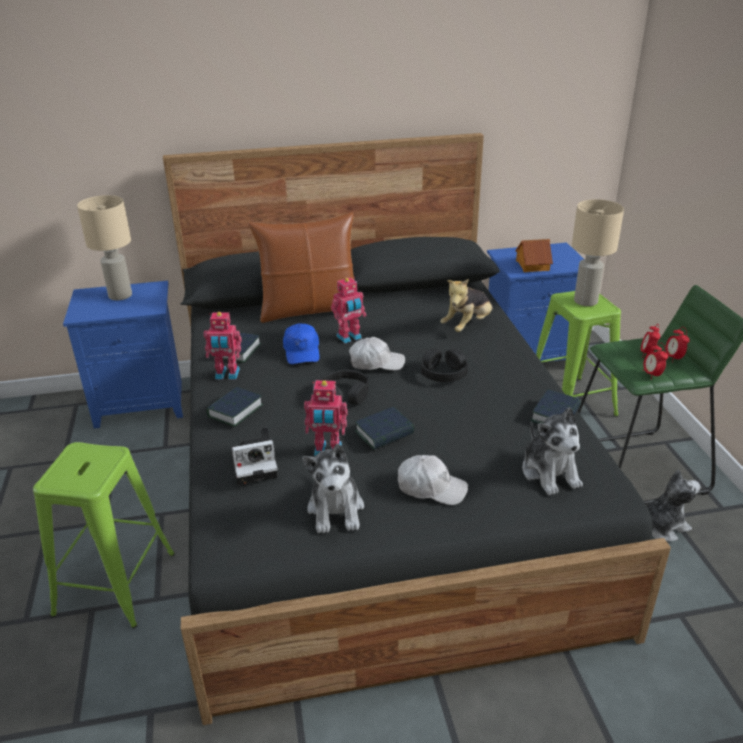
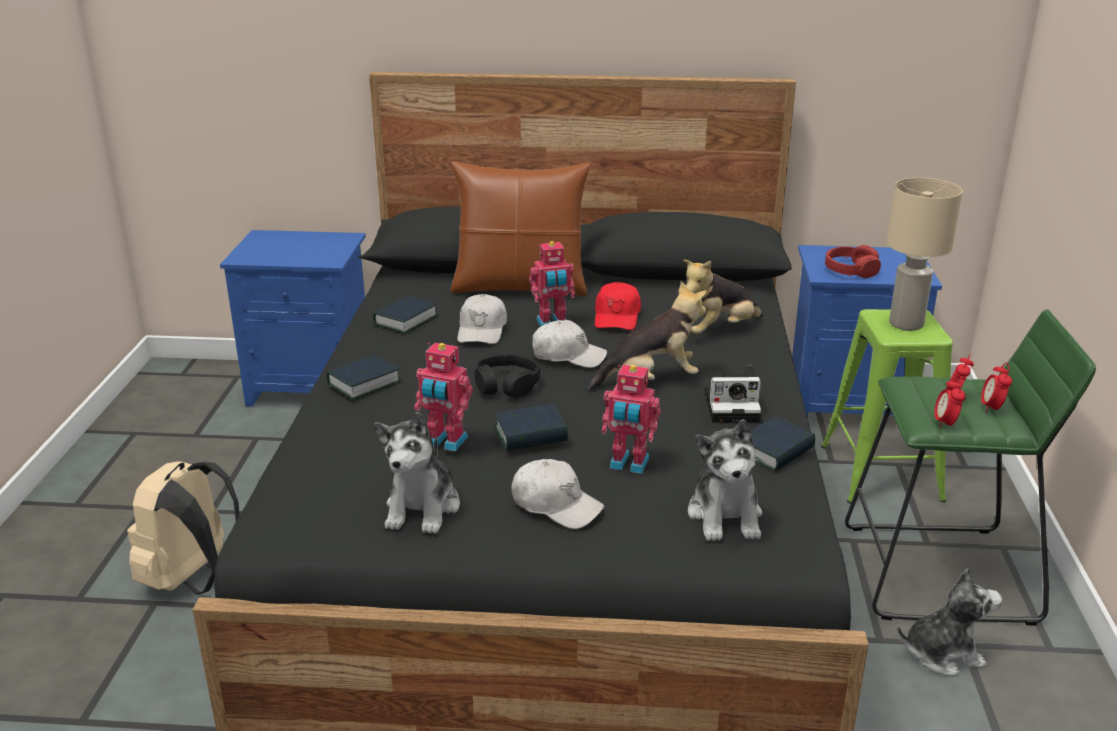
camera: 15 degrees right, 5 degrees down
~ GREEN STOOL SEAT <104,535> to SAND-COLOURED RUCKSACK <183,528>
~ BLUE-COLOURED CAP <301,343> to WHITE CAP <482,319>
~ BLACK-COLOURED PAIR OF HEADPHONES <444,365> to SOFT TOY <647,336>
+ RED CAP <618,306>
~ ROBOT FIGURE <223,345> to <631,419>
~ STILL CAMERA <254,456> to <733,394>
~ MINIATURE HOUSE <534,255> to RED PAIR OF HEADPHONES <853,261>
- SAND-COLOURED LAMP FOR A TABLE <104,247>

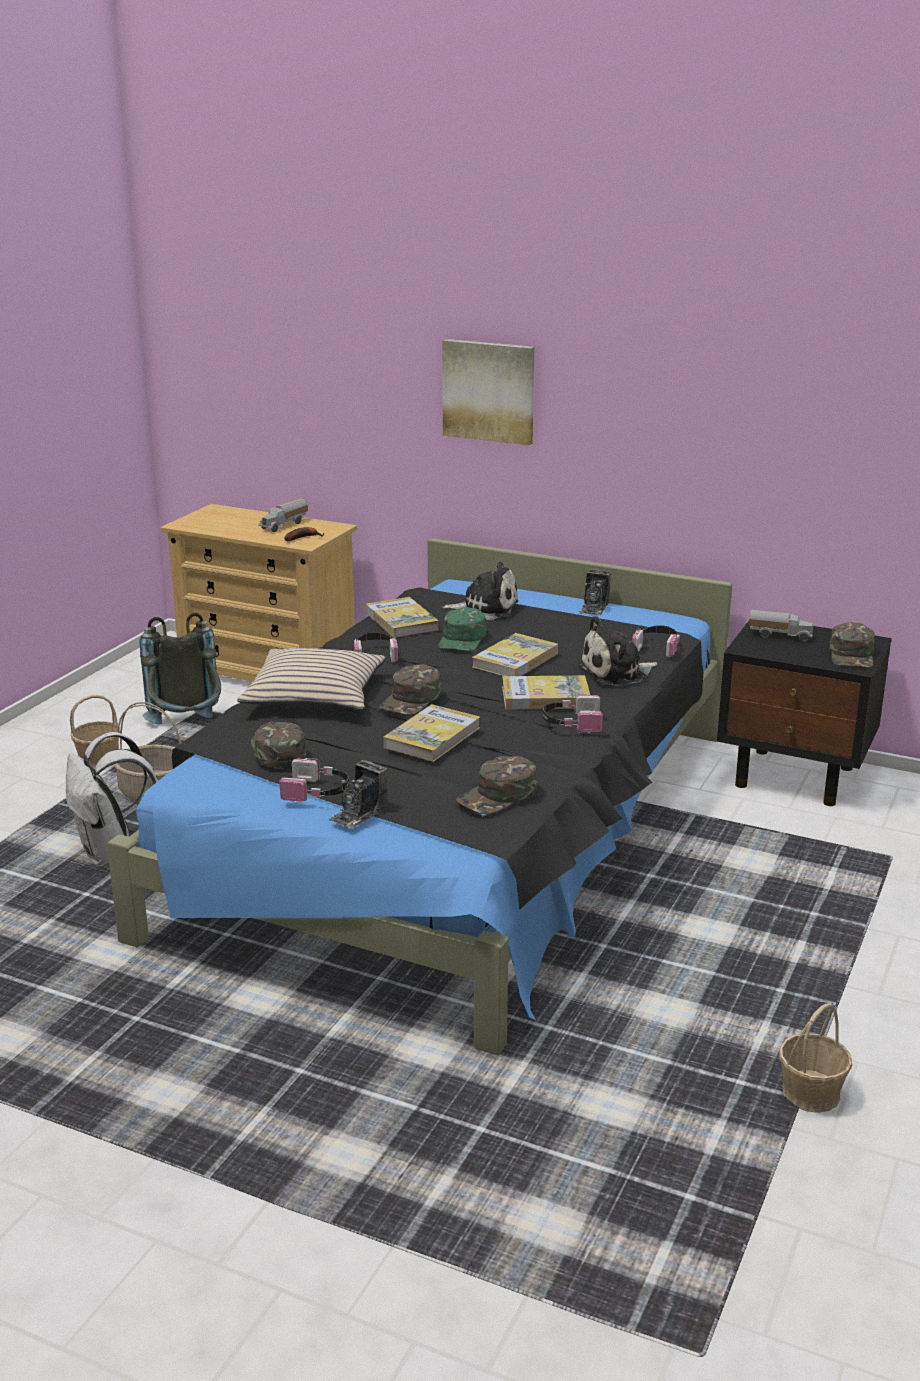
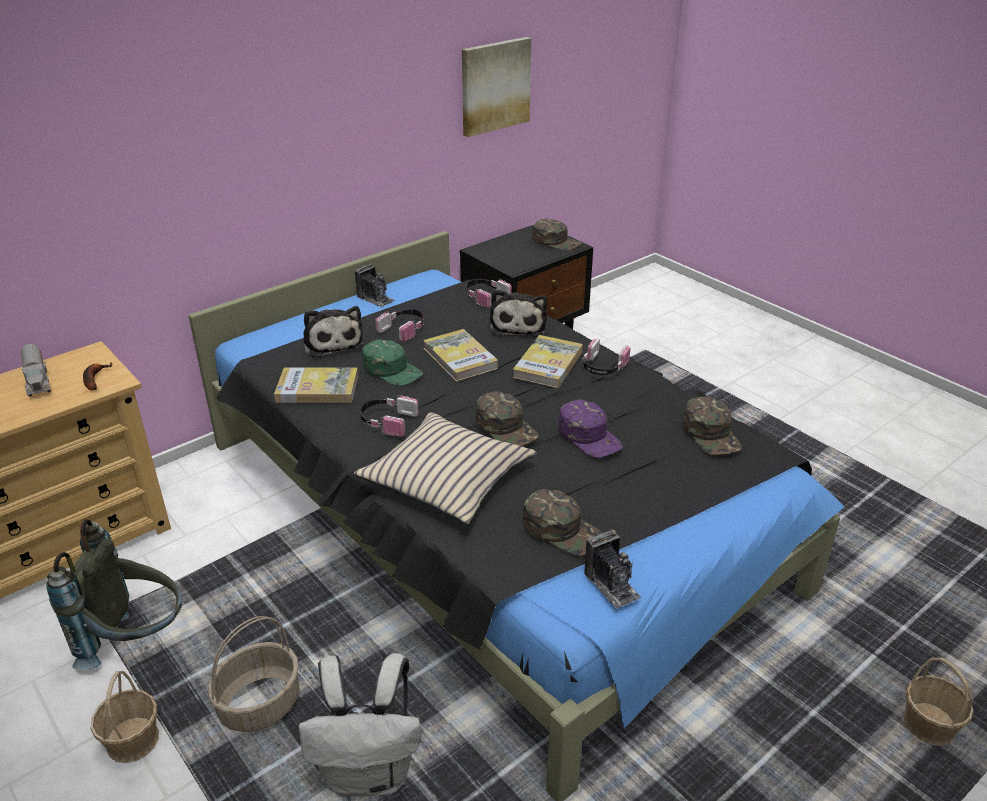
camera: 65 degrees left, 10 degrees up
~ SOFT TOY <480,591> = <333,332> 120 degrees clockwise
~ PAIR OF HEADPHONES <314,780> to <399,325>
~ WALL ART <488,392> to <496,87>
~ GREEN CAP <279,745> = <562,522> 150 degrees counterclockwise
~ VOLUME <432,733> to PURPLE CAP <590,428>
~ STILL CAMERA <358,794> to <612,569>
~ STORAGE BASKET <815,1058> to <938,701>
- MODEL TRUCK <781,626>

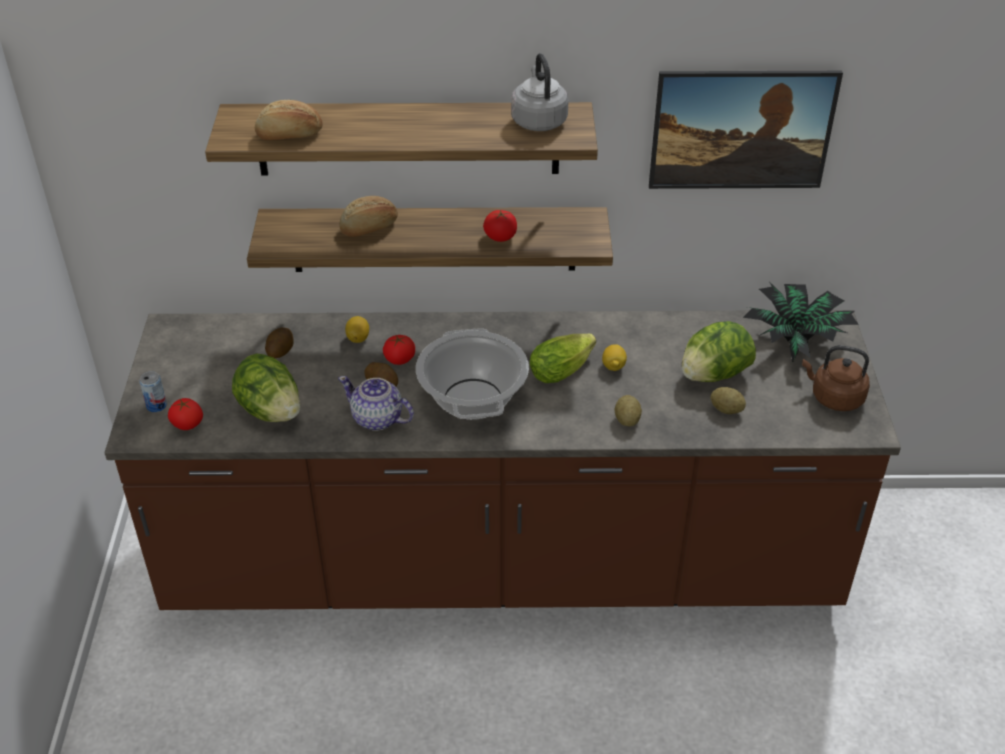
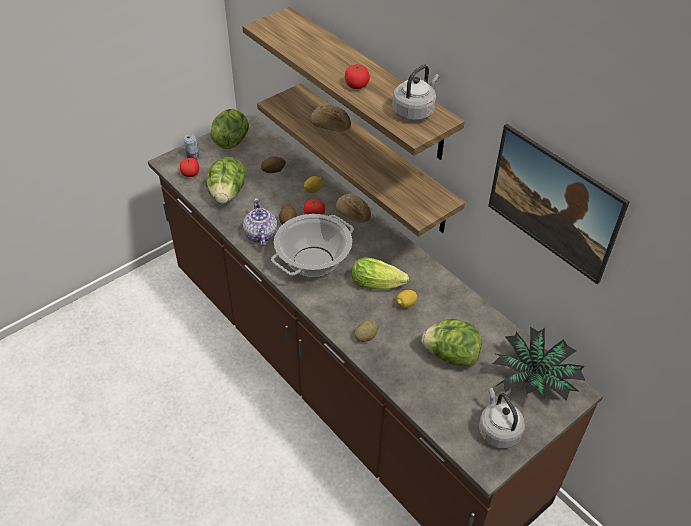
camera: 50 degrees right, 5 degrees up
+ LETTUCE HEAD <229,129>
~ BREAD <289,120> to <353,208>
~ WHOLE TOMATO <500,226> to <357,76>
~ BROWN-COLOURED TEA KETTLE <836,378> to GREYISH TEA KETTLE <502,418>
- SPUD <728,400>

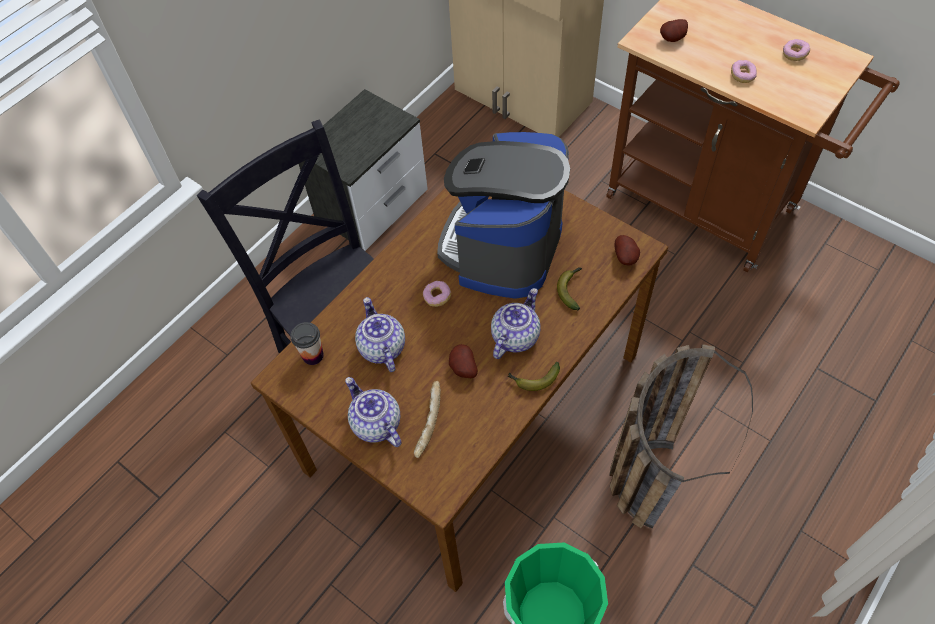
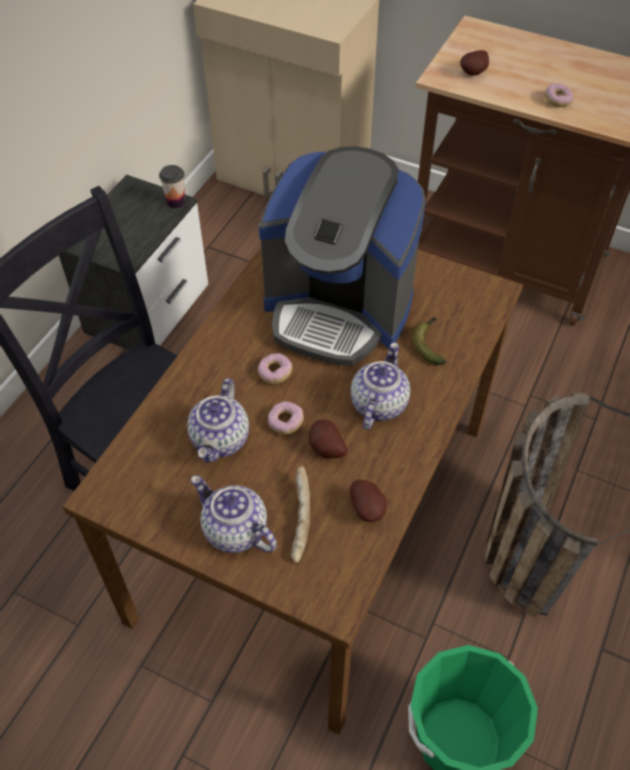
camera: 15 degrees left, 5 degrees down
~ SMALL CUP <307,343> to <172,186>
~ TEAPOT <380,334> = <218,420> 135 degrees counterclockwise
~ COFFEE BREWER <503,215> = <342,256> 75 degrees counterclockwise
~ DOUGHNUT <796,50> to <286,418>
~ SPUD <627,250> to <368,501>
- BANANA <534,376>

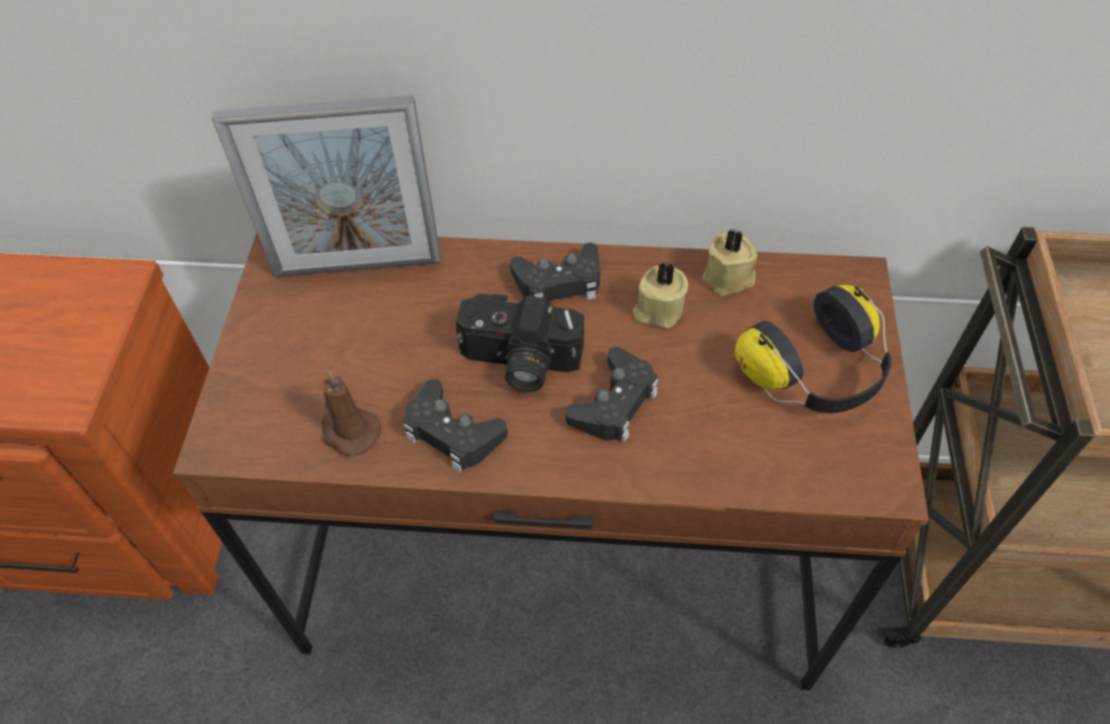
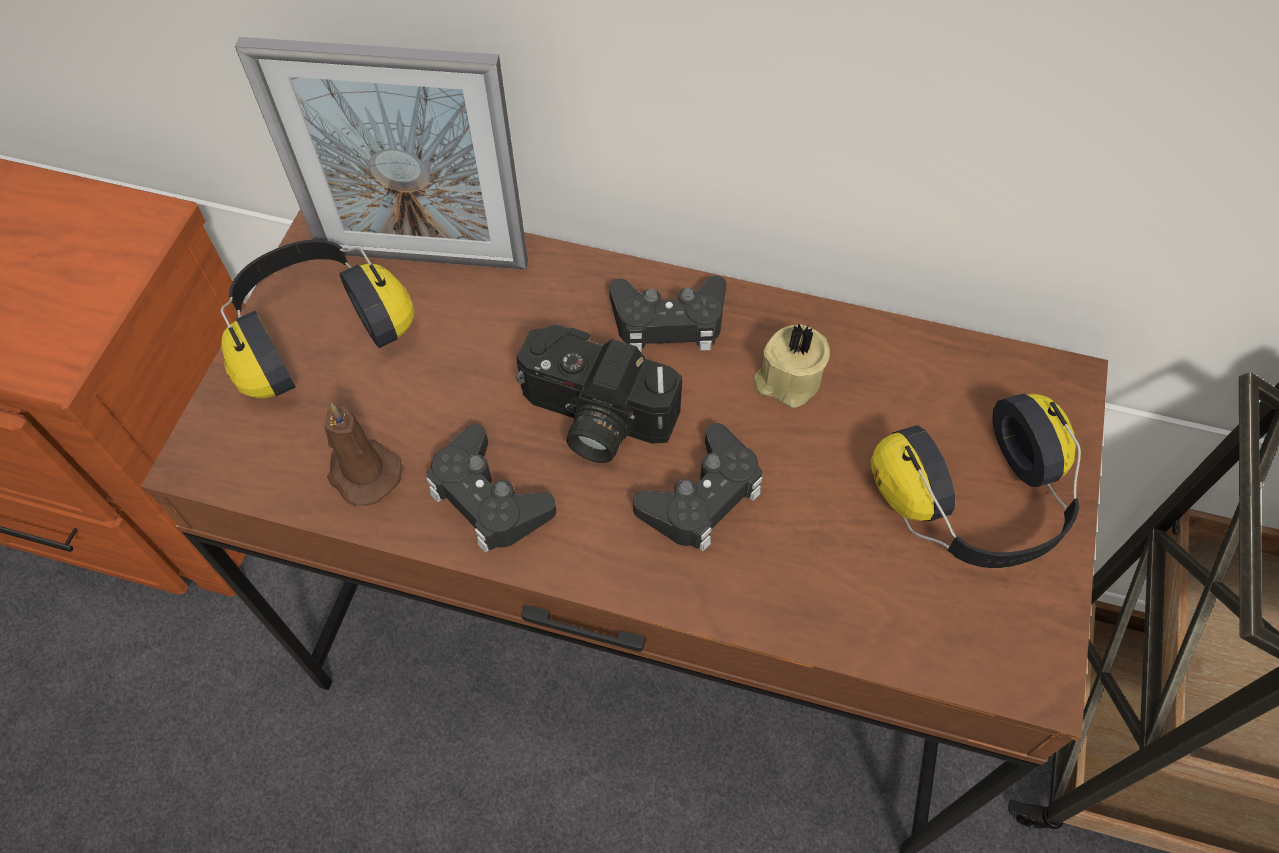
camera: 10 degrees right, 5 degrees up
+ PAIR OF HEADPHONES <318,319>
- SAND-COLOURED CANDLE <730,262>

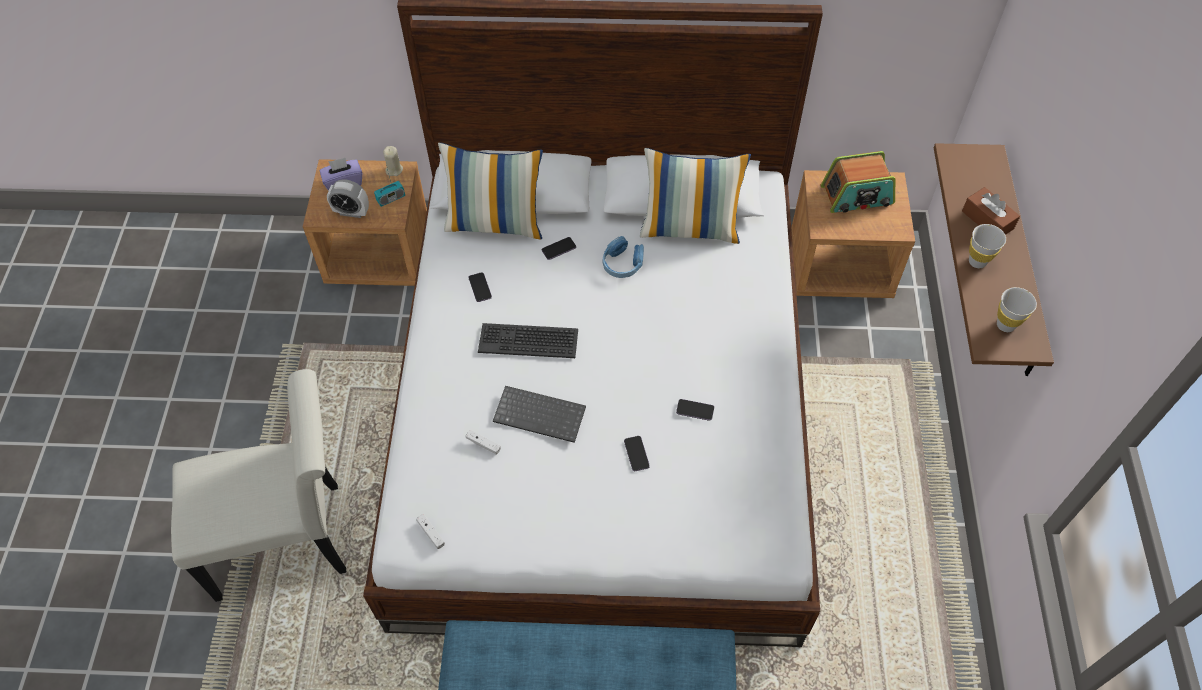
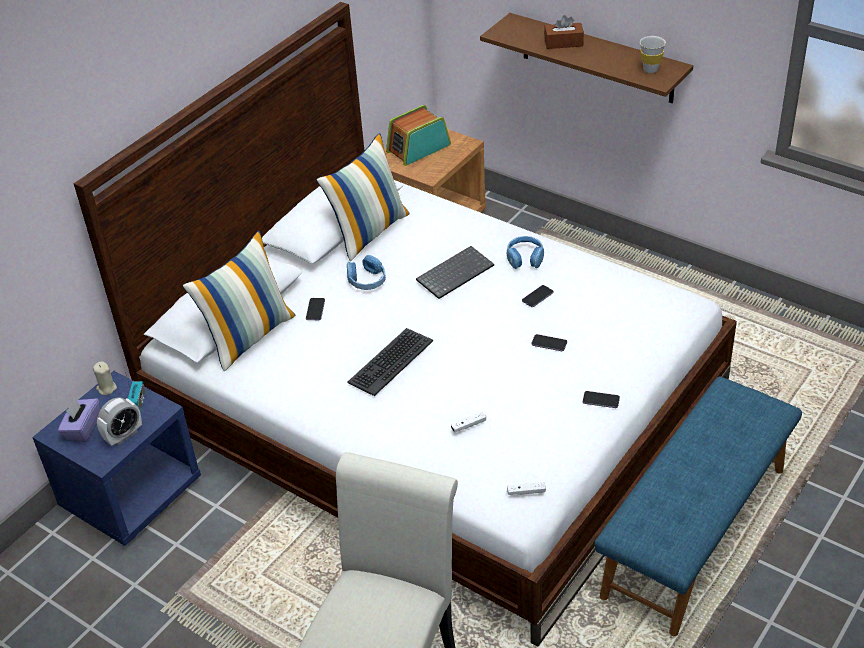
camera: 55 degrees left, 15 degrees down
~ BROWN-COLOURED NIGHT TABLE <365,222> to BLUE-COLOURED NIGHT TABLE <116,458>
~ RADIO <858,182> = <418,135> 150 degrees counterclockwise
~ KEYBOARD <539,414> to <455,272>
+ BLUE-COLOURED PAIR OF HEADPHONES <525,252>
~ TELEPHONE <480,287> to <601,399>
- WHITE SMALL CUP <987,246>

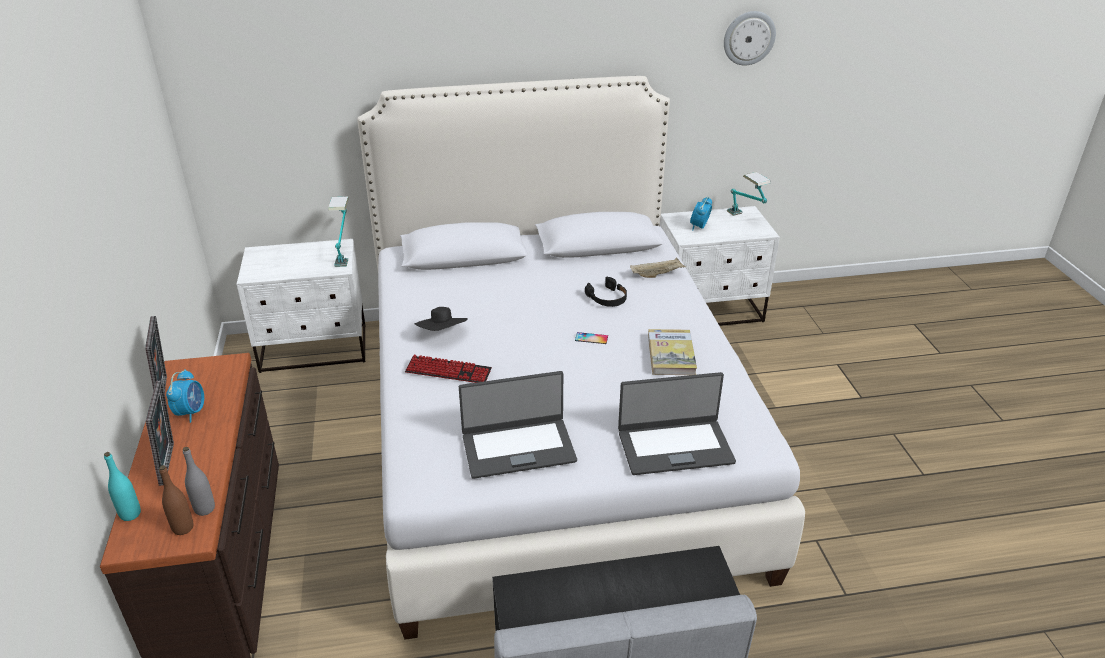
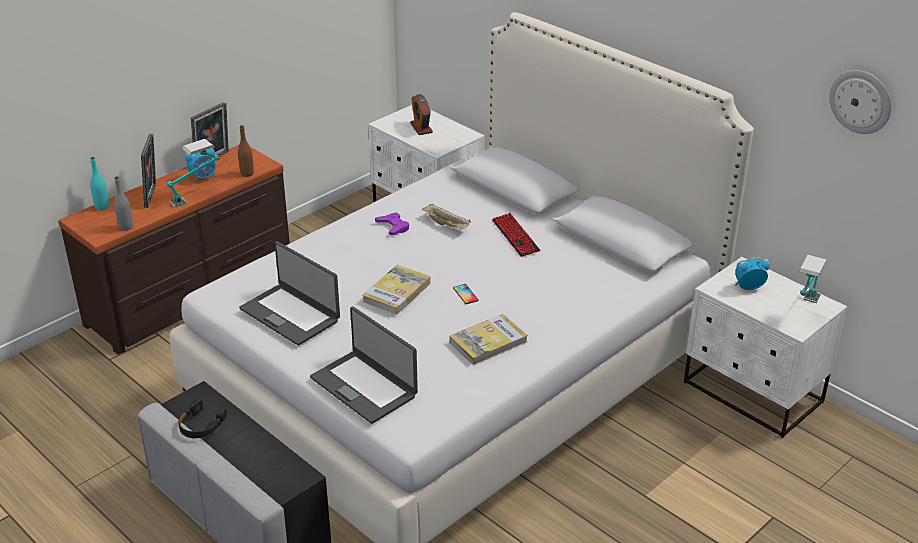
camera: 55 degrees right, 0 degrees up
~ STANDING FRAME <160,433> = <148,171> 45 degrees counterclockwise
~ LAMP FOR A TABLE <338,232> to <193,173>
~ BLACK-COLOURED PAIR OF HEADPHONES <606,292> to <202,418>
~ BROWN-COLOURED BEVERAGE BOTTLE <176,500> to <246,151>
+ VOLUME <397,290>
~ BLACK-COLOURED HAT <441,319> to PURPLE GAMEPAD <392,223>
+ ALARM CLOCK <421,114>
~ SAND-COLOURED TRAY <658,268> to <446,216>
~ KEYBOARD <448,369> to <516,235>

